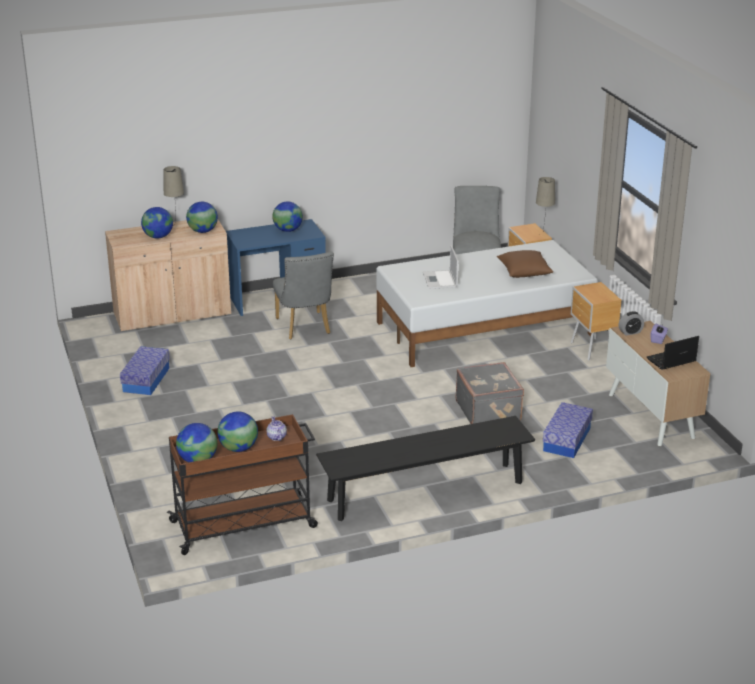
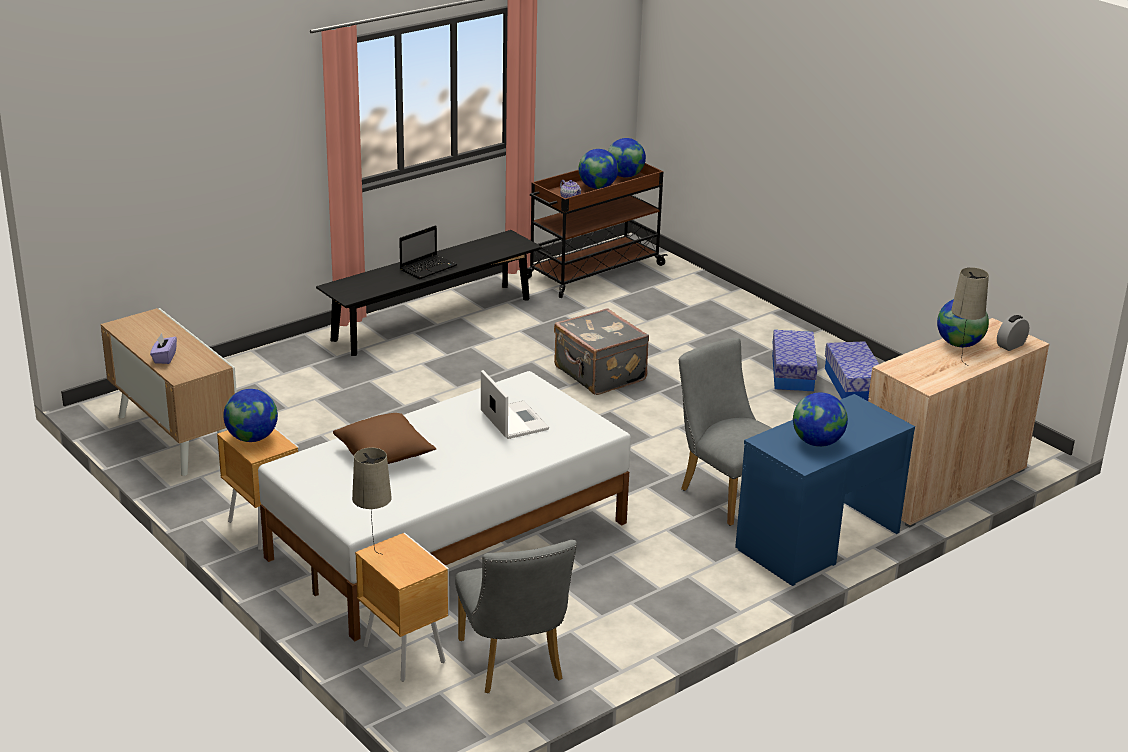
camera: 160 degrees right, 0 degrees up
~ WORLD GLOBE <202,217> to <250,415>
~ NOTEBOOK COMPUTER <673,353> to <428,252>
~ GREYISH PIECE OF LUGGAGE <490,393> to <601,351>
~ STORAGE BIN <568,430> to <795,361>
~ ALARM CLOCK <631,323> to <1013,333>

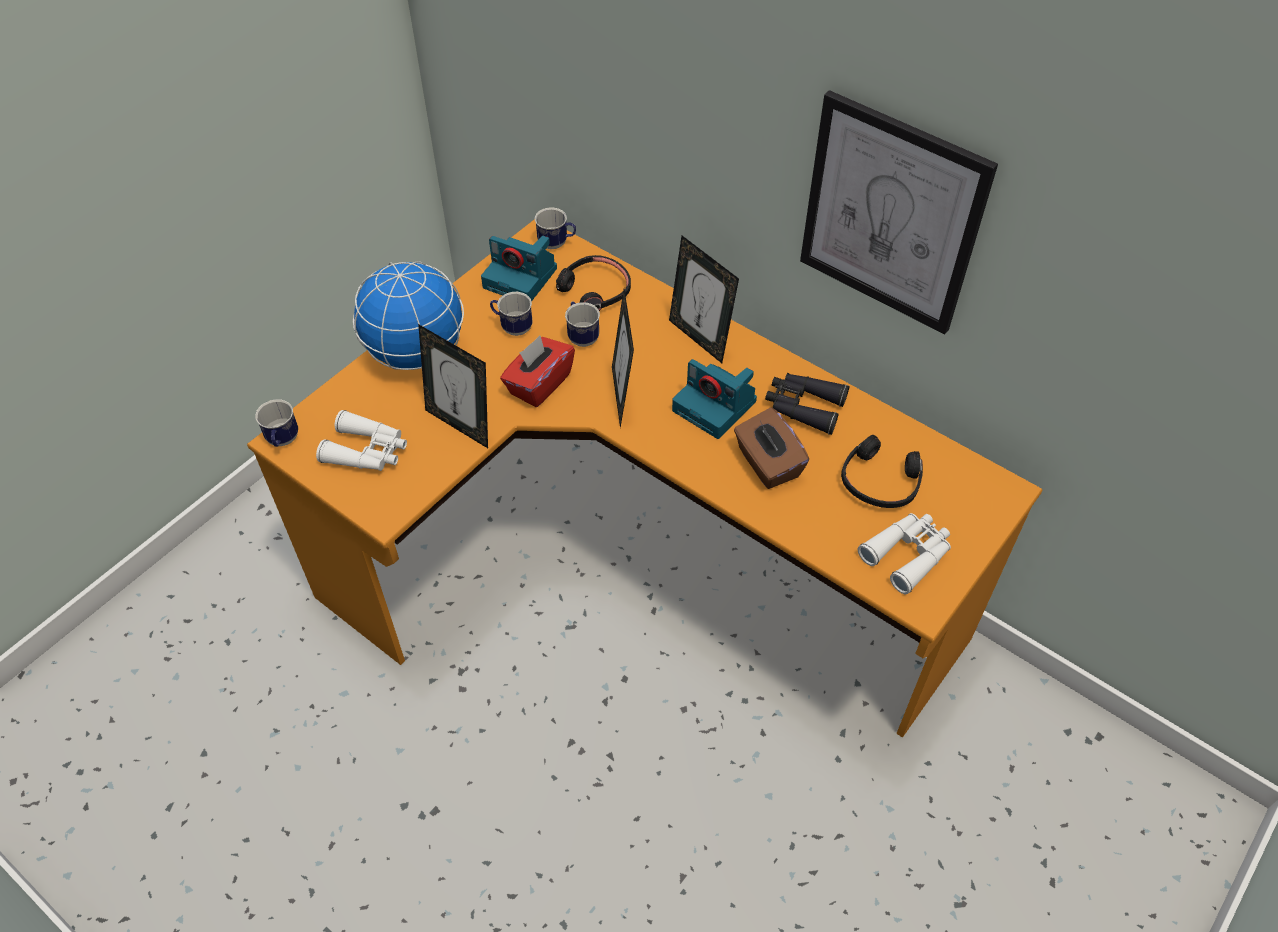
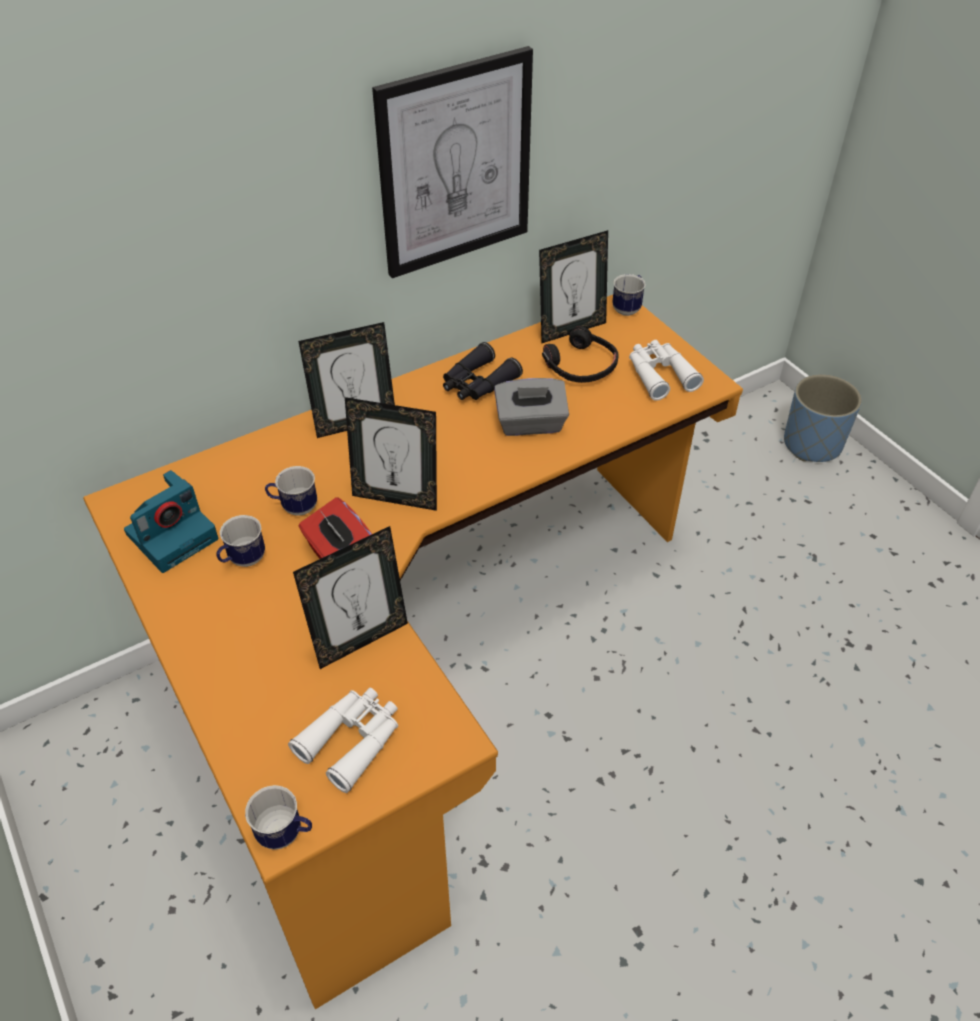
camera: 70 degrees left, 5 degrees down
~ BROWN-COLOURED TISSUE HOLDER <771,448> to GREYISH TISSUE HOLDER <531,407>
+ STANDING FRAME <573,286>
~ TEA MUG <555,228> to <629,295>
+ BLUE-COLOURED PLANTER <823,418>
- WORLD GLOBE <408,315>
- BLACK-COLOURED PAIR OF HEADPHONES <593,283>
- STILL CAMERA <714,399>

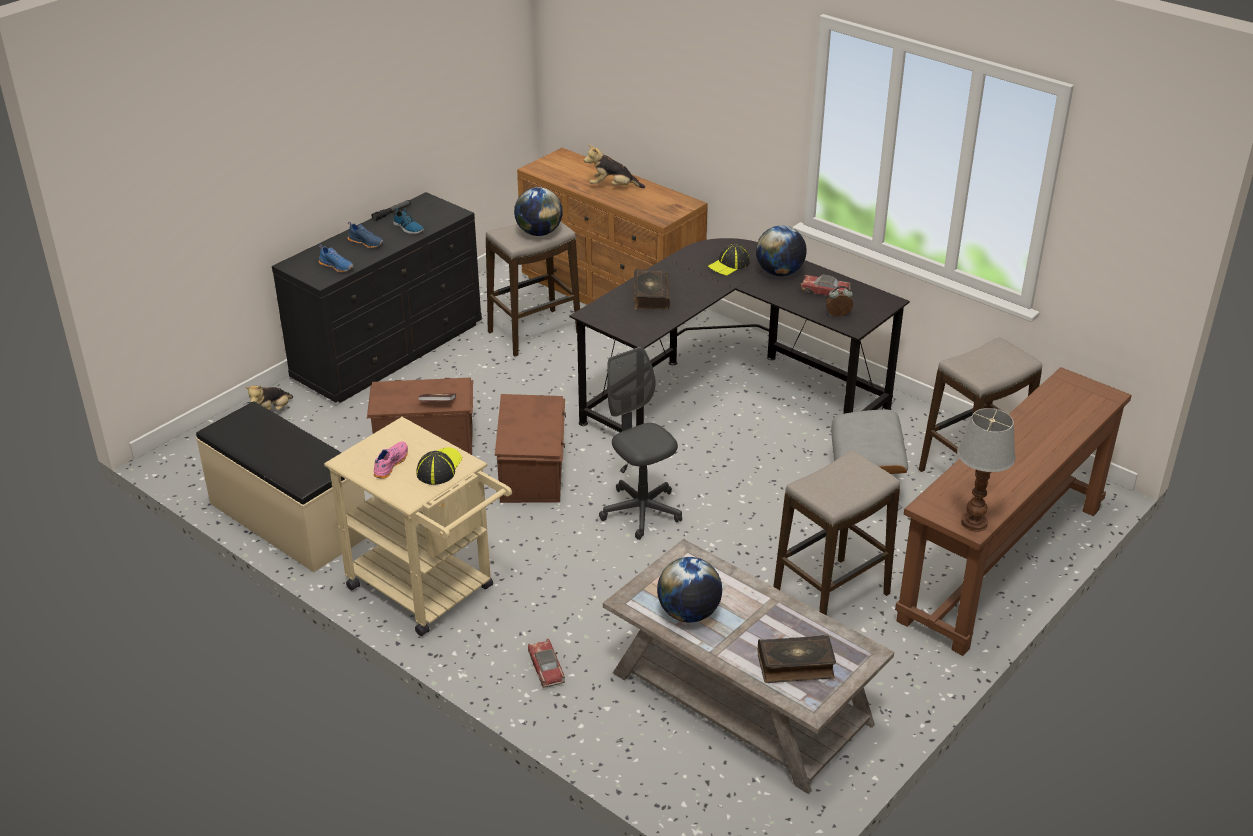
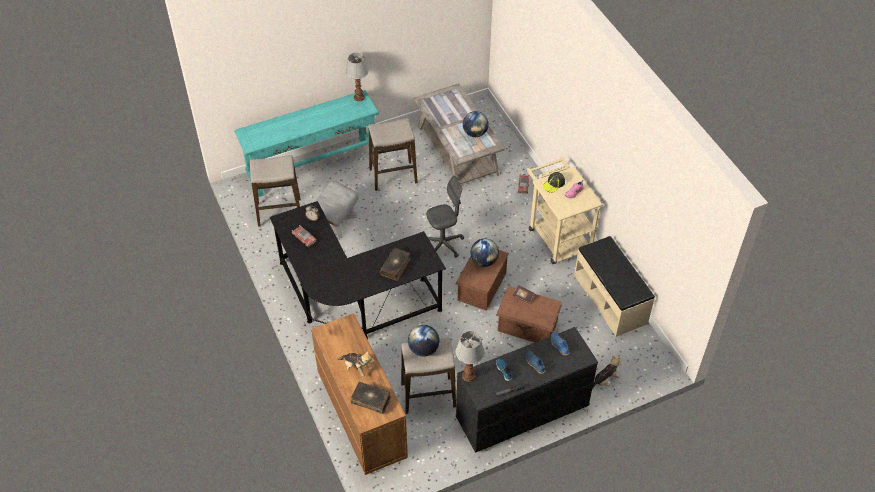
camera: 155 degrees left, 15 degrees up
~ BROWN-COLOURED CONSOLE TABLE <1013,511> to TURQUOISE-COLOURED CONSOLE TABLE <306,143>
~ VOLUME <797,659> to <371,398>
~ GREYISH OFFICE CHAIR <640,443> = <445,217> 105 degrees counterclockwise
+ LAMP FOR A TABLE <470,356>
~ WORLD GLOBE <781,250> to <485,252>
- CAP <729,260>

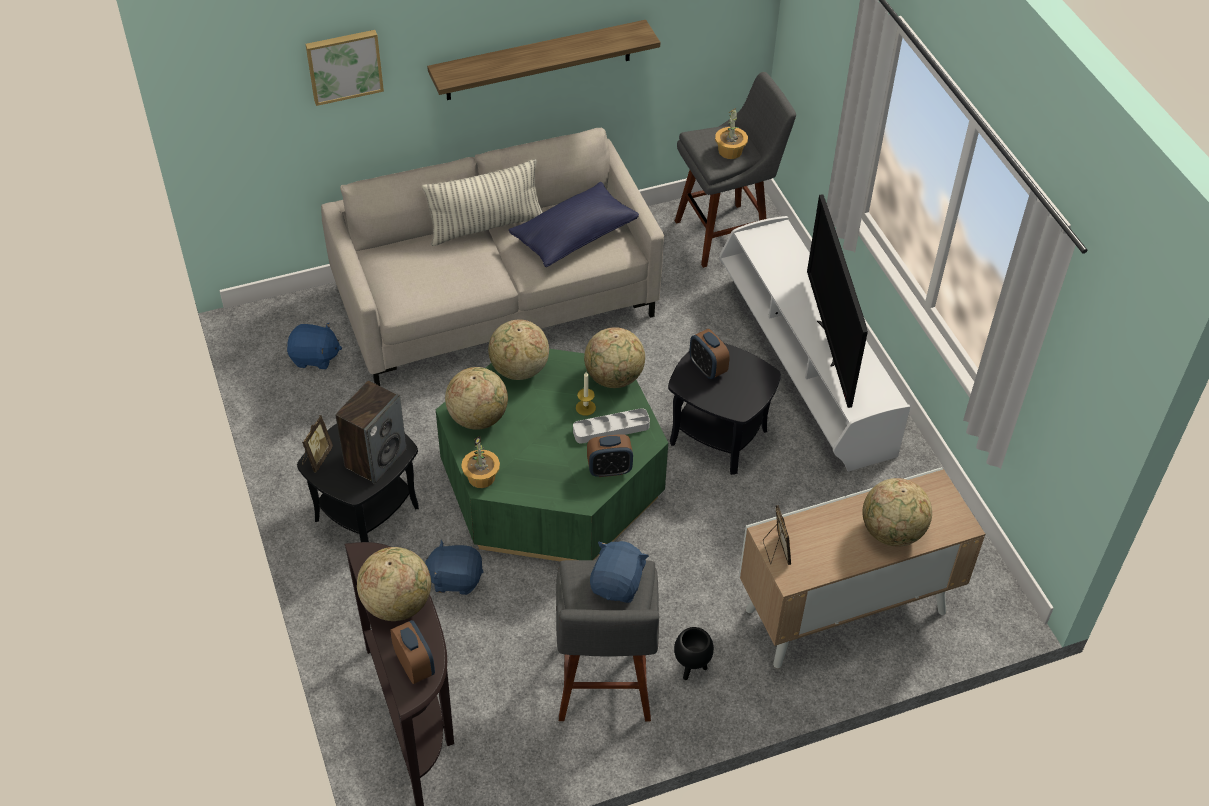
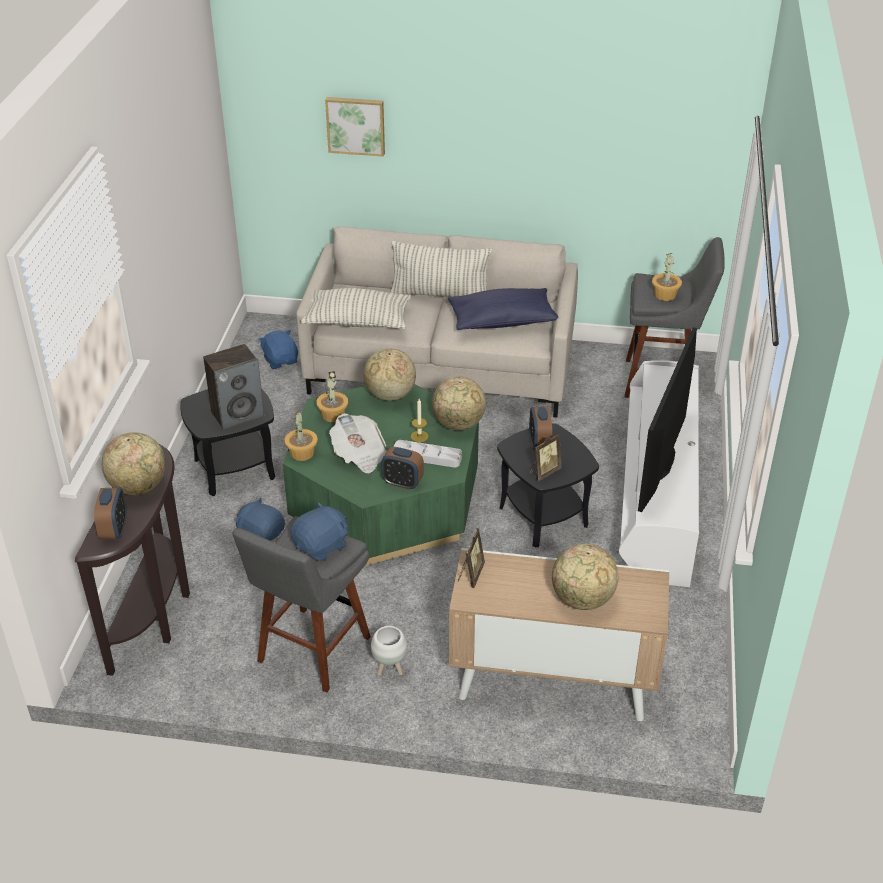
camera: 30 degrees right, 10 degrees down
~ BLUE-COLOURED SOFT TOY <314,346> = <278,349> 150 degrees counterclockwise
+ THROW PILLOW <356,308>
~ WORLD GLOBE <476,398> to HOUSEPLANT <332,396>
+ PRINTED PAPER <358,443>
~ BLACK-COLOURED PLANTER <694,653> to WHITE PLANTER <389,651>
~ STANDING FRAME <317,443> to <546,457>
- SHELF <543,60>

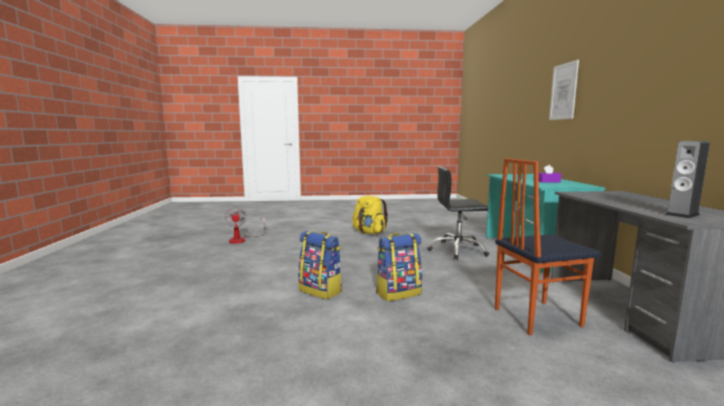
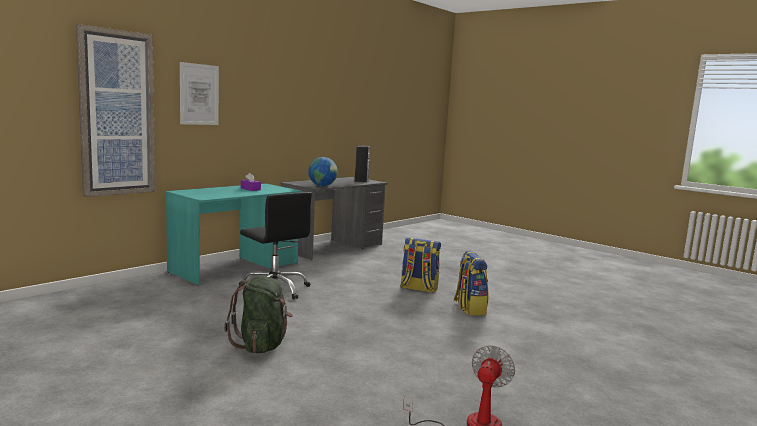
camera: 135 degrees left, 0 degrees up
+ WALL ART <115,110>
~ YELLOWISH RUCKSACK <370,215> to GREEN RUCKSACK <258,314>
+ WORLD GLOBE <323,171>
- UPRIGHT CHAIR <548,246>

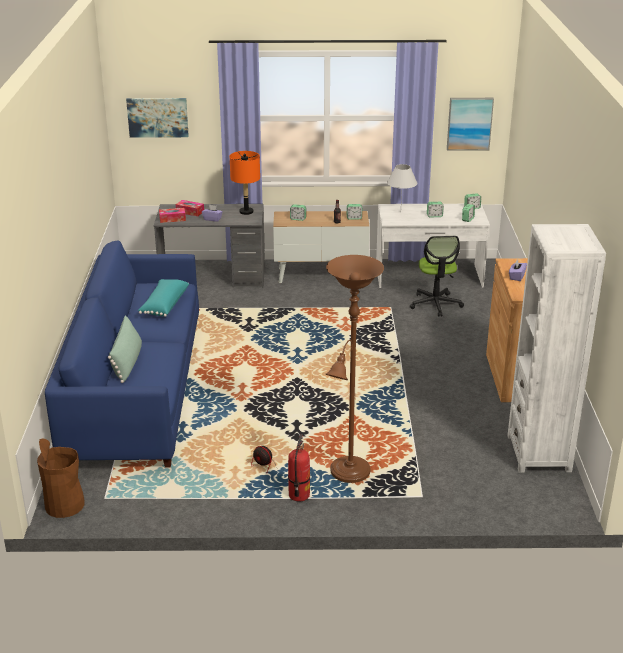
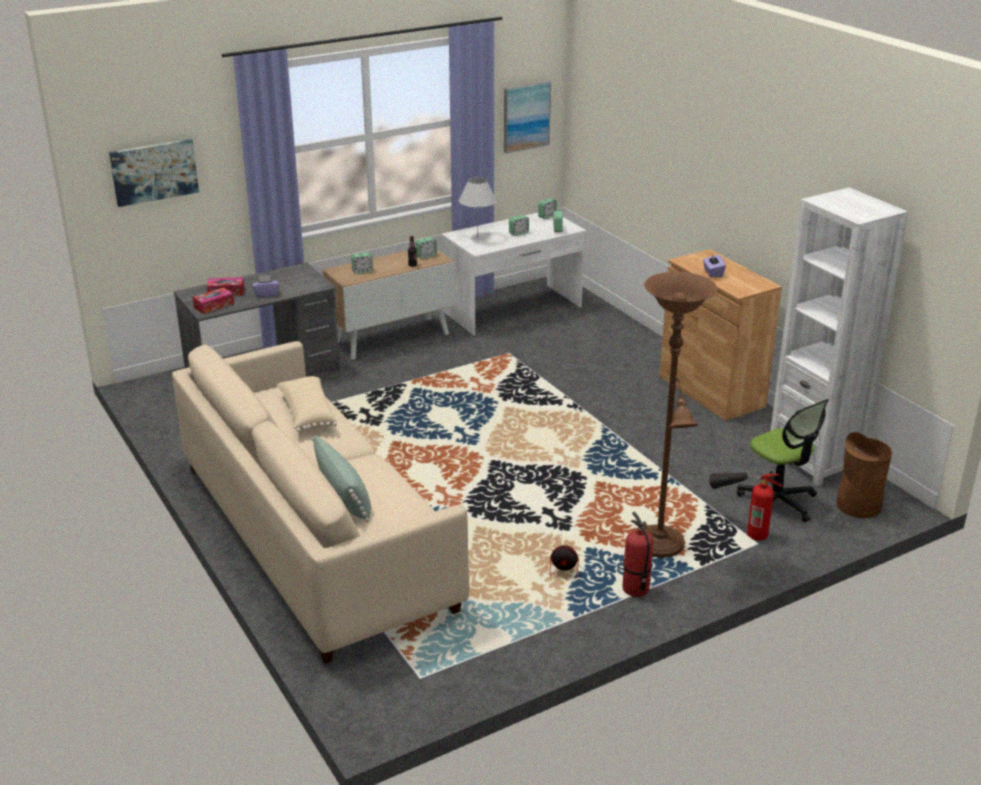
camera: 30 degrees left, 0 degrees up
~ BLUE-COLOURED SETTEE <122,354> to SAND-COLOURED SETTEE <320,502>
~ TURQUOISE-COLOURED THROW PILLOW <163,298> to SAND-COLOURED THROW PILLOW <307,404>
+ FIRE EXTINGUISHER <745,507>
~ OFFICE CHAIR <437,276> to <783,460>
~ BROWN-COLOURED RUBBISH BIN <61,478> to <864,475>
- ORANGE-COLOURED LAMP FOR A TABLE <245,183>

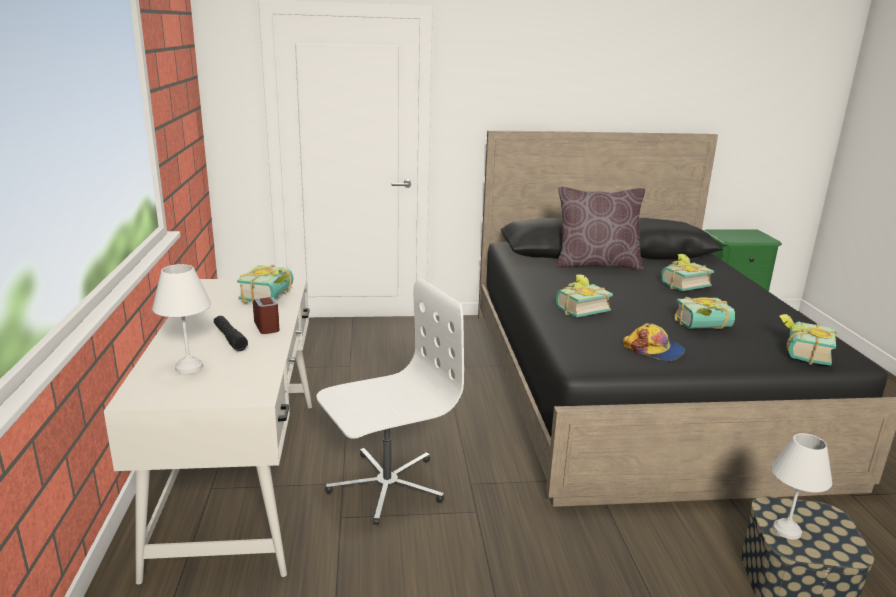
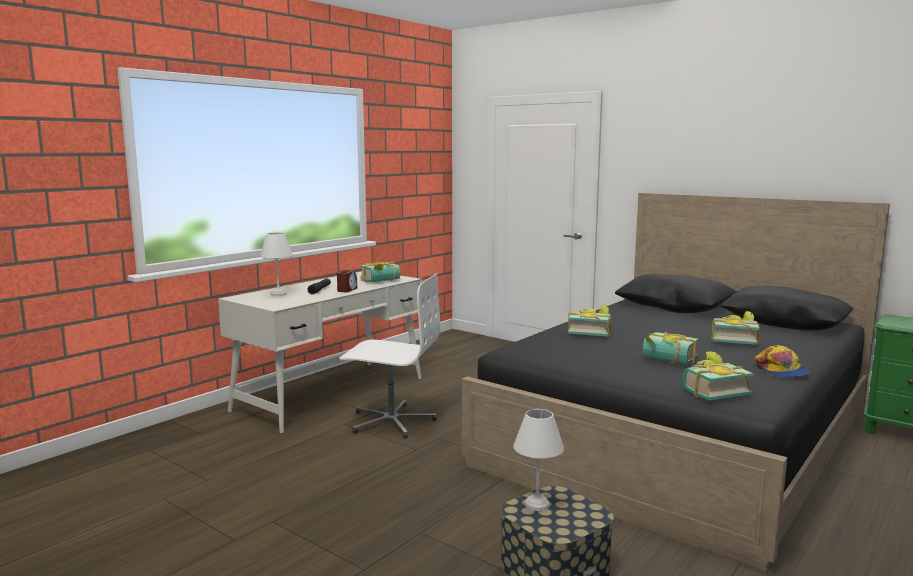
camera: 45 degrees right, 10 degrees down
~ CAP <654,342> to <782,361>
- BROWN-COLOURED THROW PILLOW <600,228>

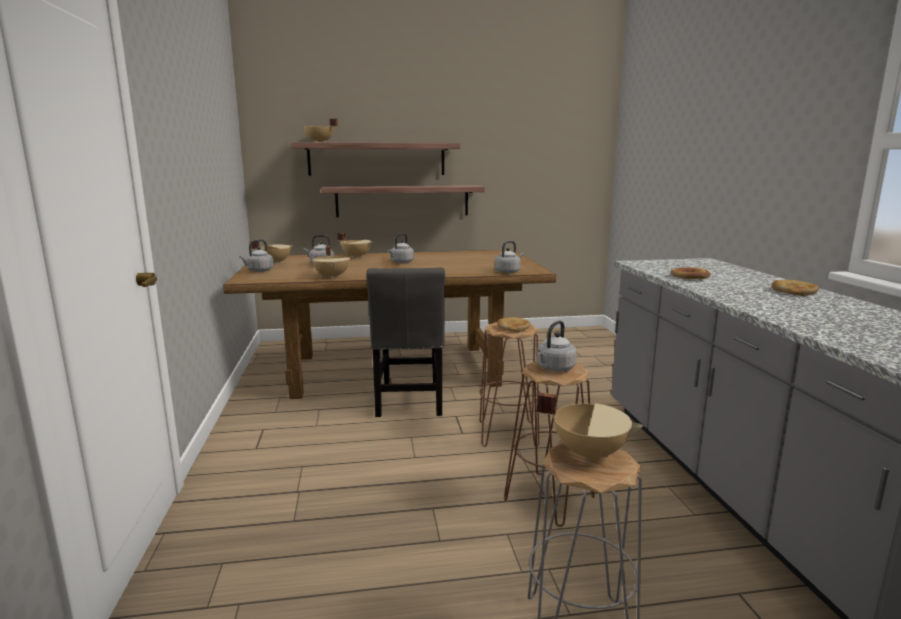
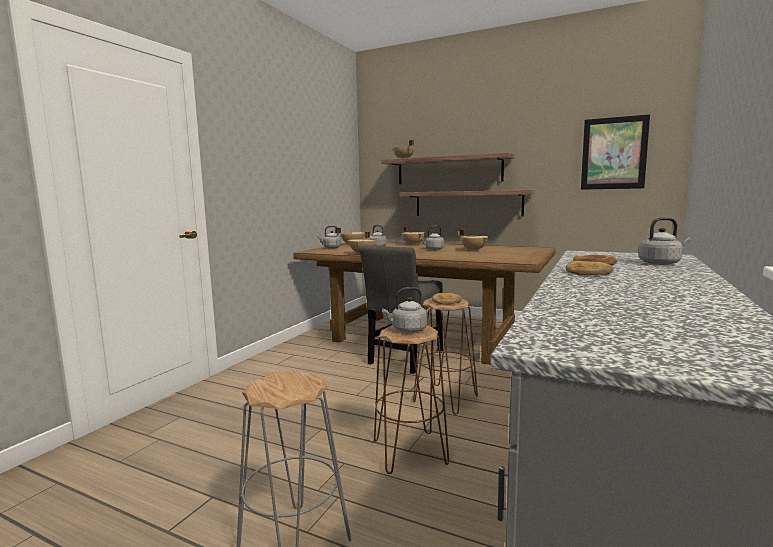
camera: 35 degrees right, 5 degrees down
~ SAND-COLOURED STOCKPOT <590,427> to <473,240>
~ BREAD <795,288> to <589,268>
+ WALL ART <615,152>
~ GREYISH TEA KETTLE <509,257> to <665,241>

